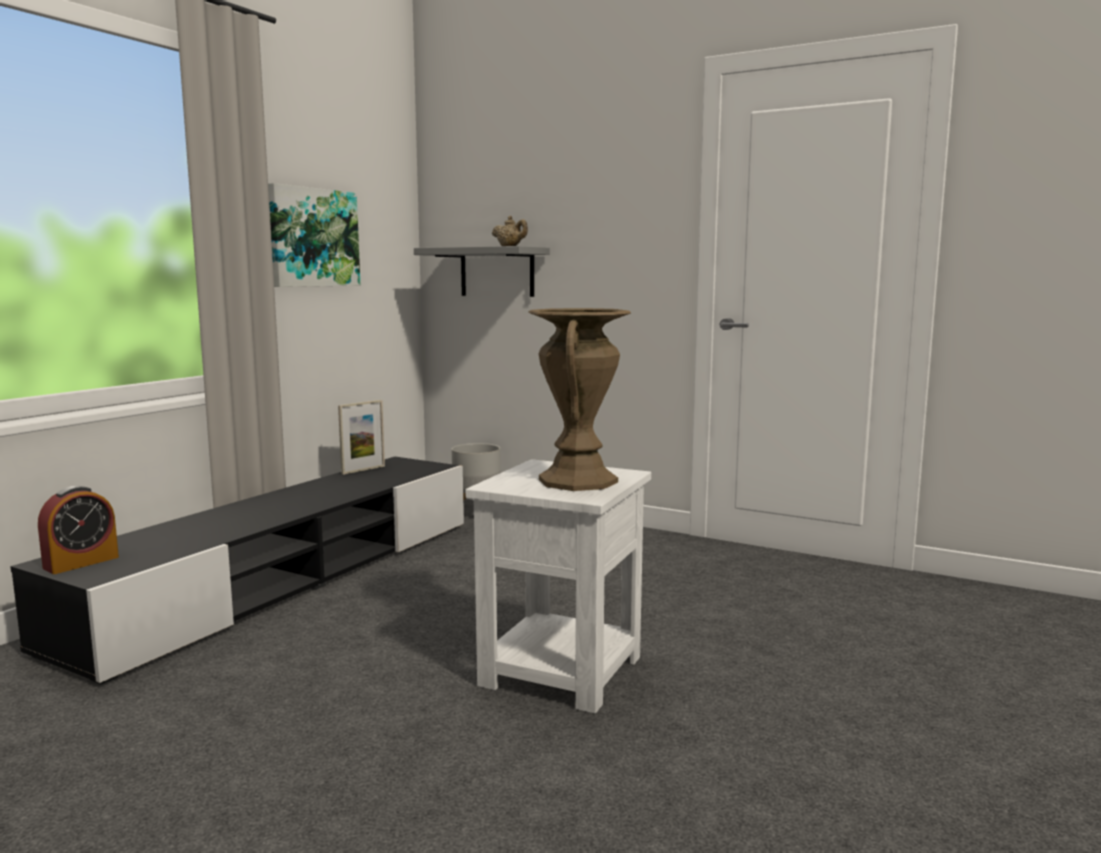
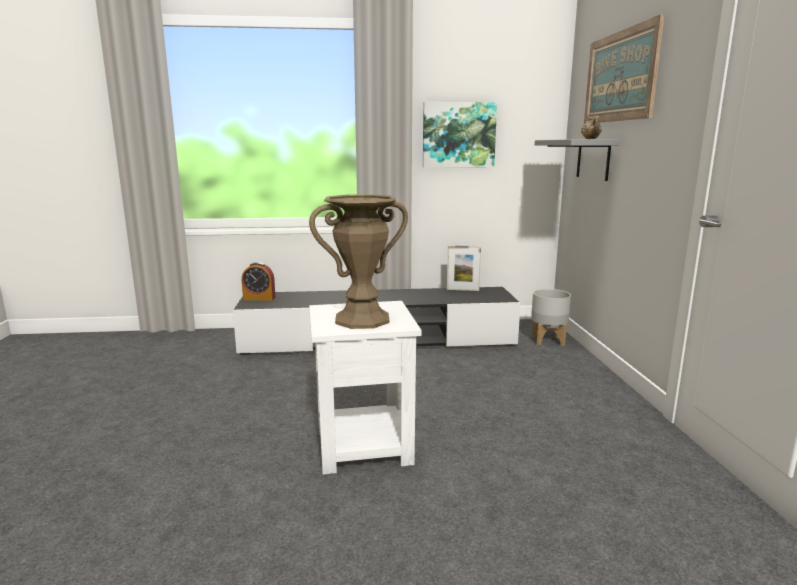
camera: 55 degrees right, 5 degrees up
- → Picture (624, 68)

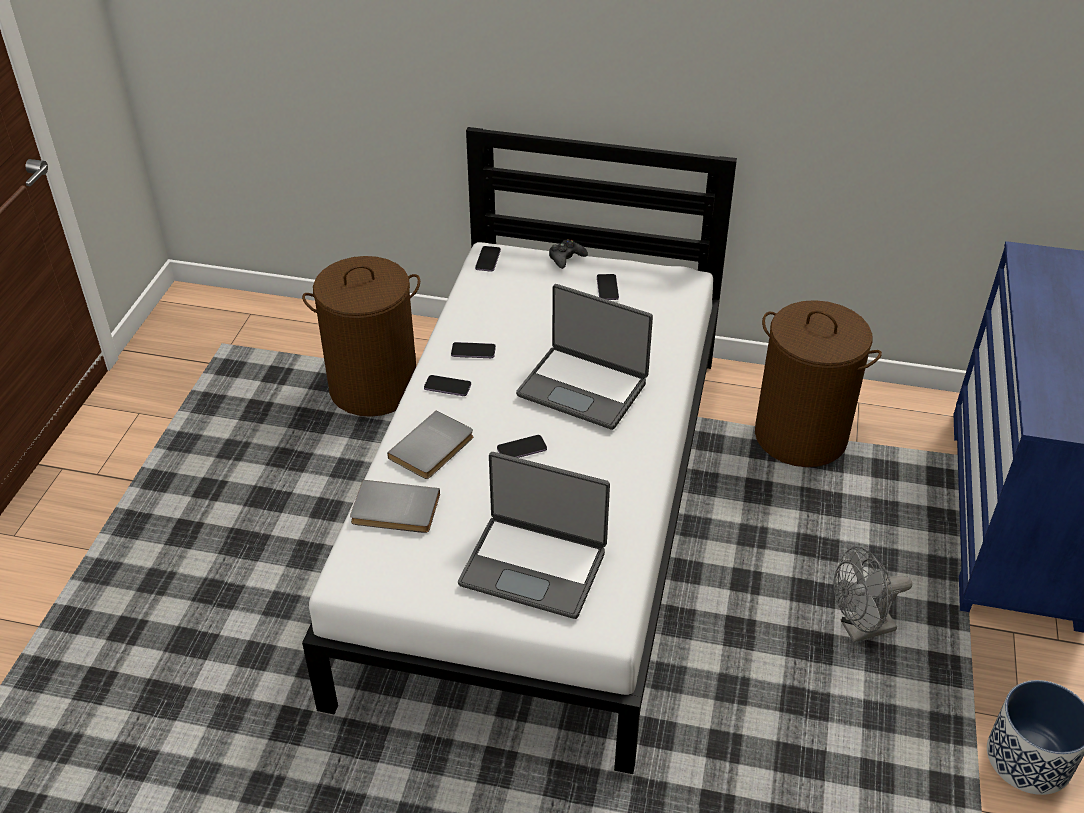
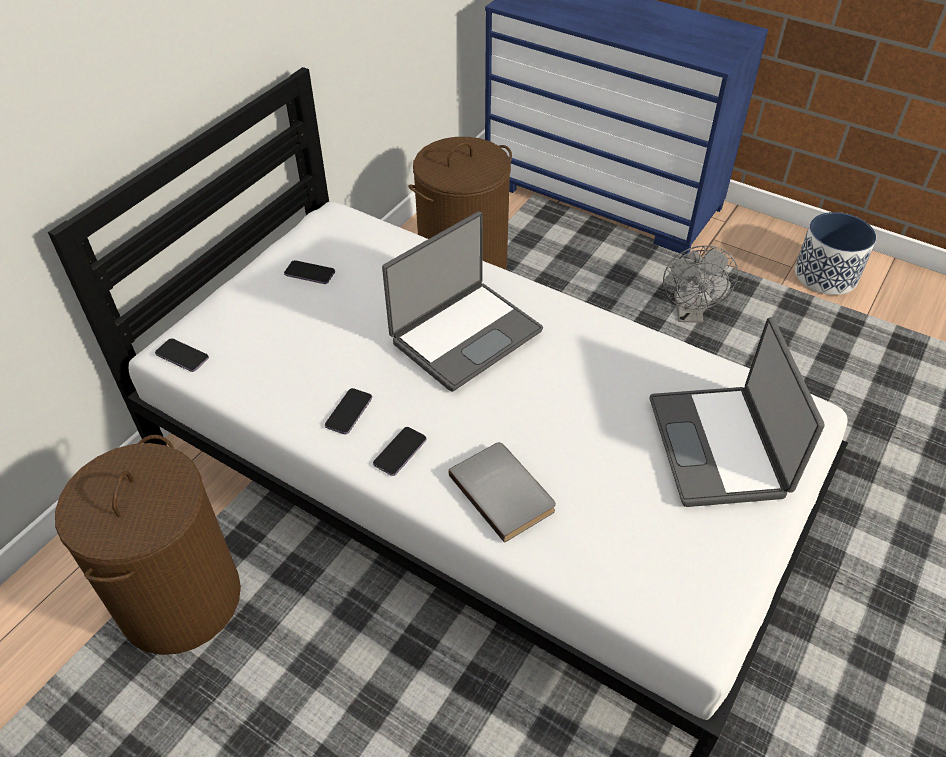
camera: 70 degrees left, 5 degrees up
Laptop (534, 535) → Laptop (736, 412), 135 degrees clockwise
GreyBook (395, 506) → -
Phone (522, 446) → -
BlackGameController (568, 254) → -

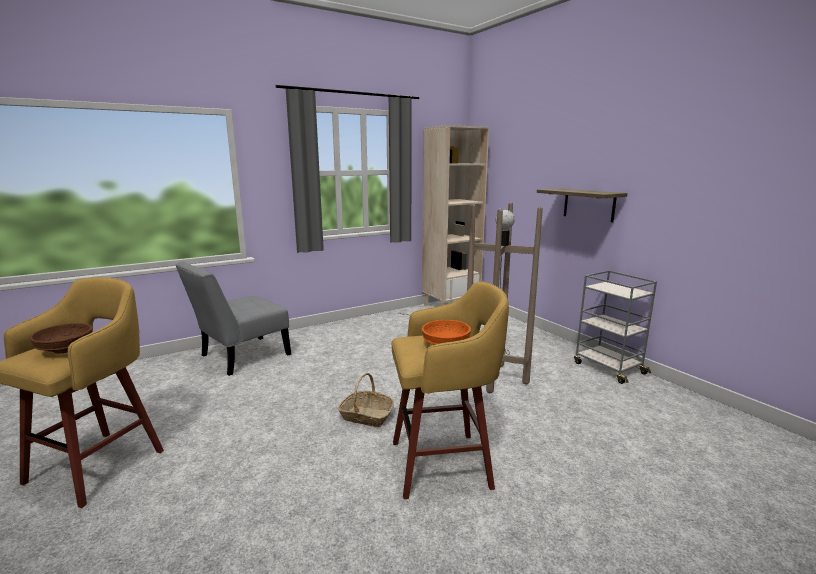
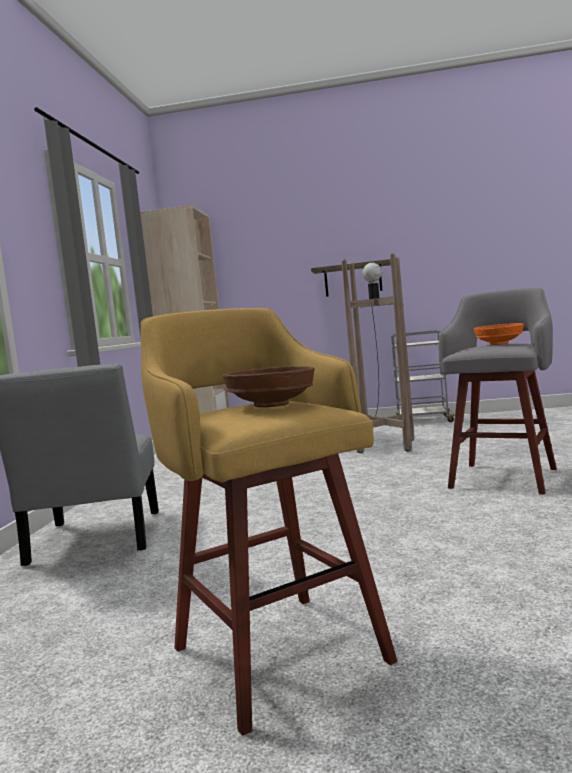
camera: 50 degrees left, 10 degrees down
YellowStool (450, 390) → GreyStool (498, 391)
Basket (366, 400) → -

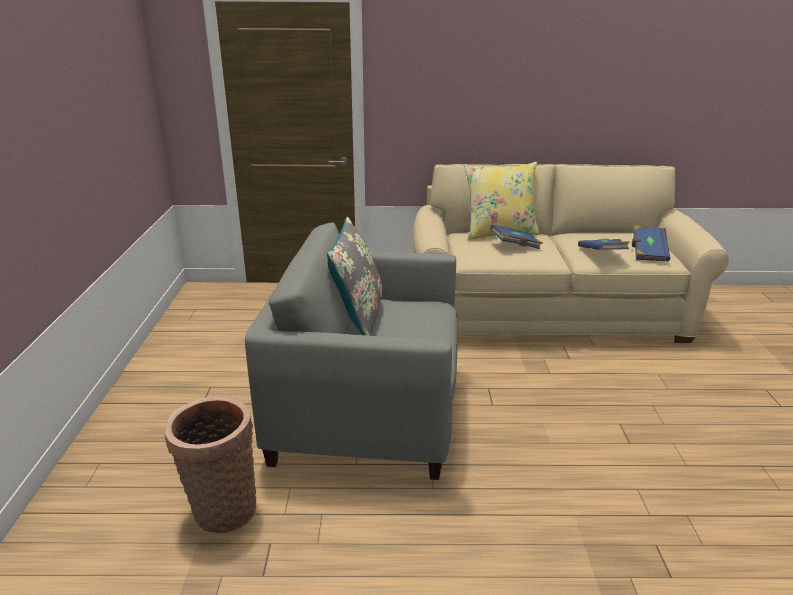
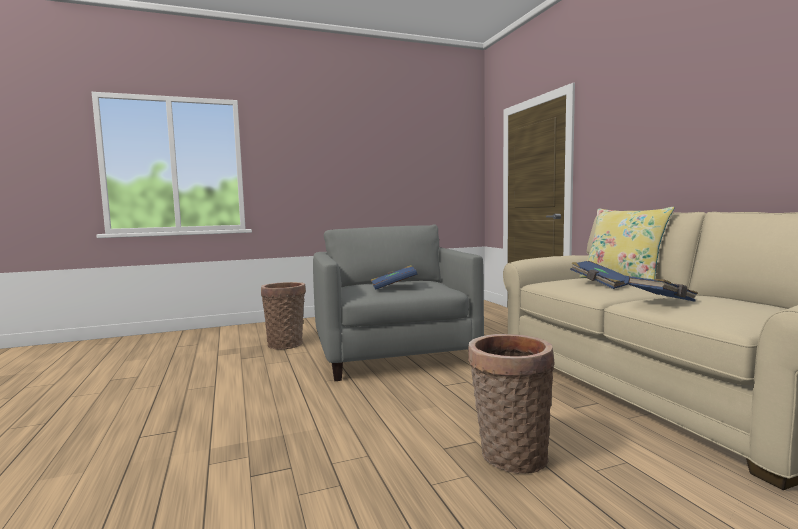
camera: 70 degrees right, 20 degrees down
BlueBook (651, 243) → BlueBook (394, 277), shifted
- → Basket (511, 404)
GreyPillow (354, 276) → -

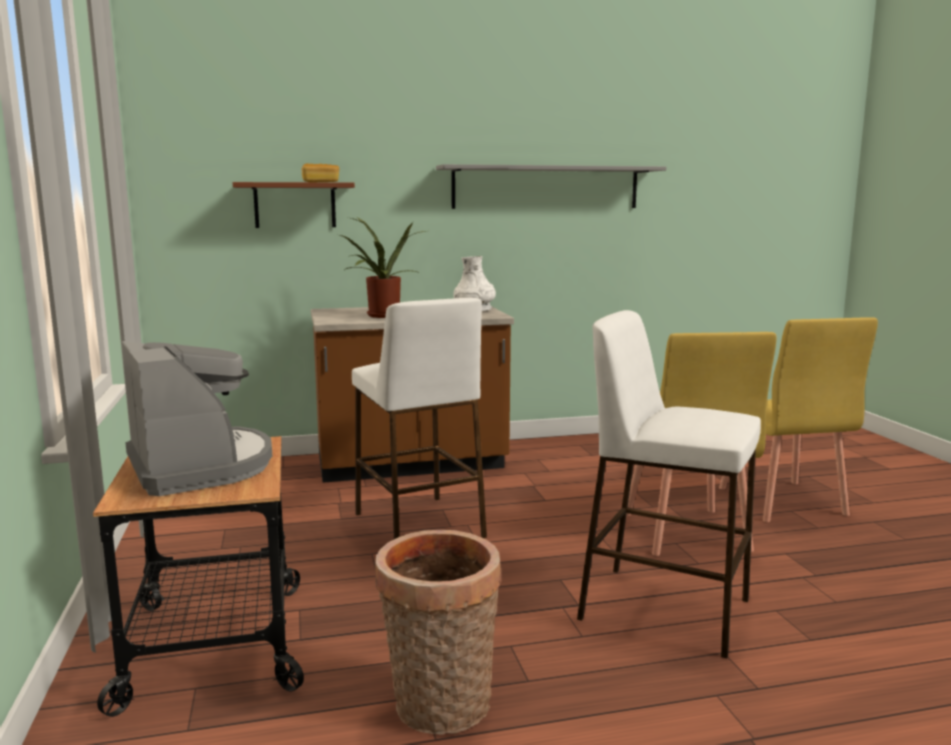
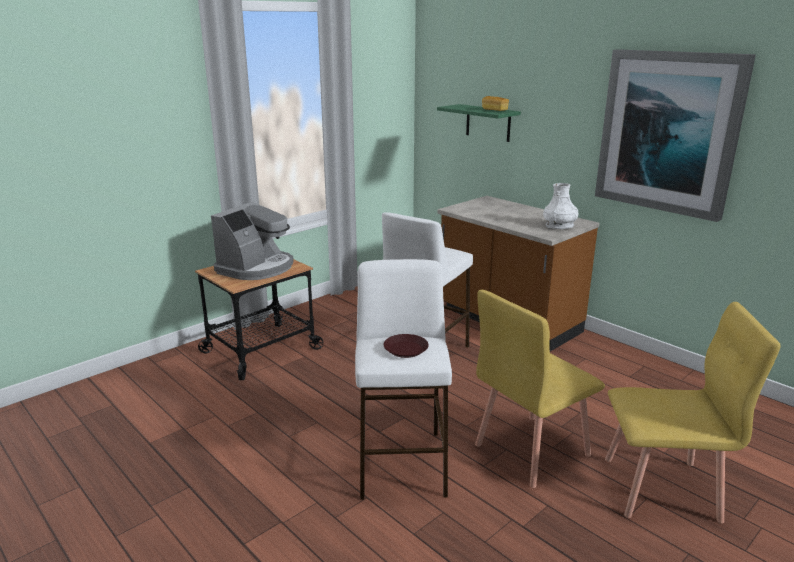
camera: 60 degrees right, 10 degrees up
- → BrownPlate (406, 346)
BrownShelf (294, 205) → GreenShelf (479, 123)
GreyShelf (551, 186) → Picture (675, 135)
YellowChair (798, 419) → YellowChair (693, 412), 135 degrees counterclockwise
PottedPlant (382, 267) → -
Basket (438, 632) → -

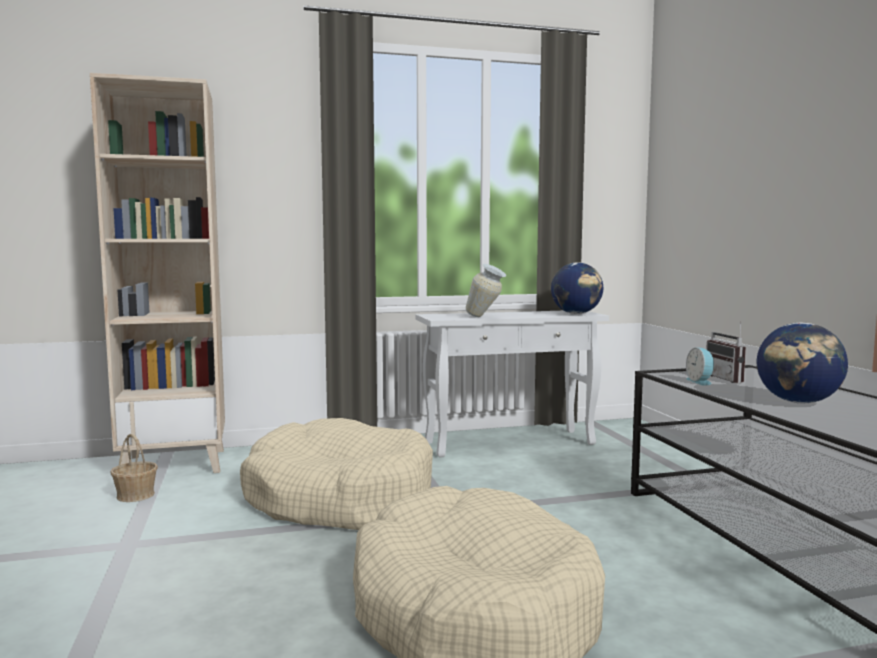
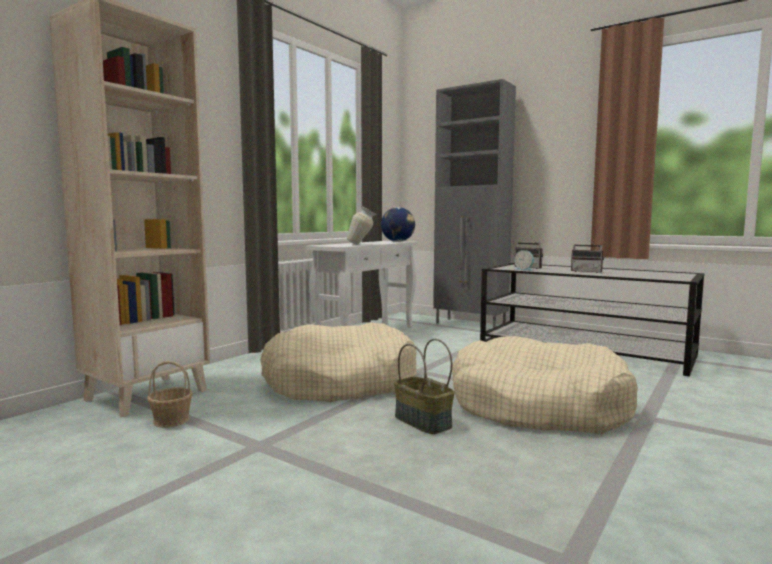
camera: 40 degrees left, 0 degrees up
- → Basket (424, 386)
- → GreyCabinet (474, 203)
Globe (802, 362) → Radio (587, 255)

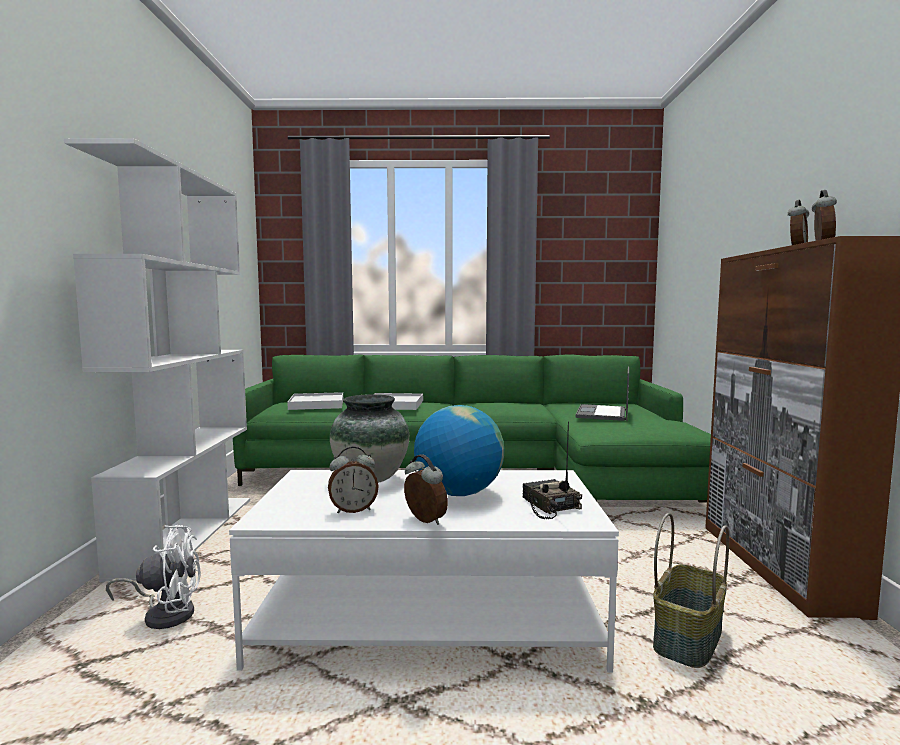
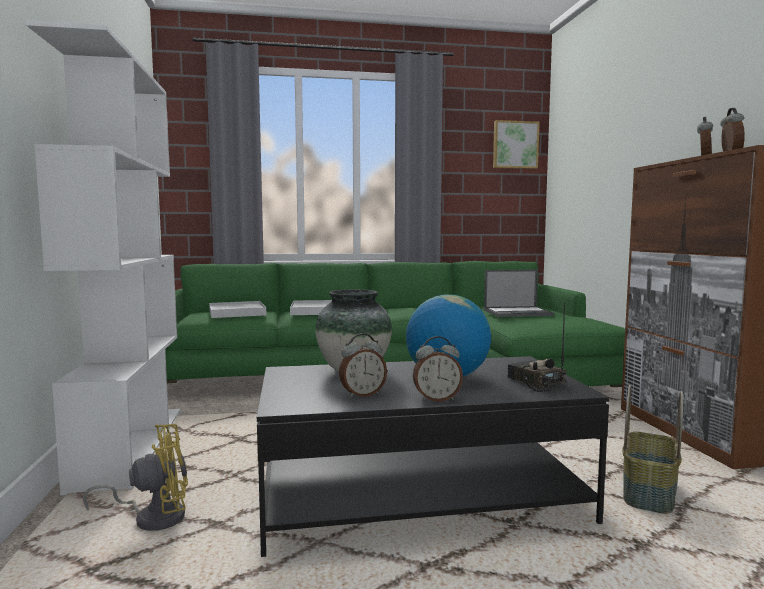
camera: 10 degrees left, 0 degrees up
WhiteFan (153, 577) → YellowFan (135, 477)
WhiteCoffeeTable (424, 571) → BlackCoffeeTable (433, 456)
AlarmClock (426, 489) → AlarmClock (438, 369), 135 degrees clockwise
Laptop (602, 394) → Laptop (519, 293), 105 degrees counterclockwise
- → Picture (516, 144)

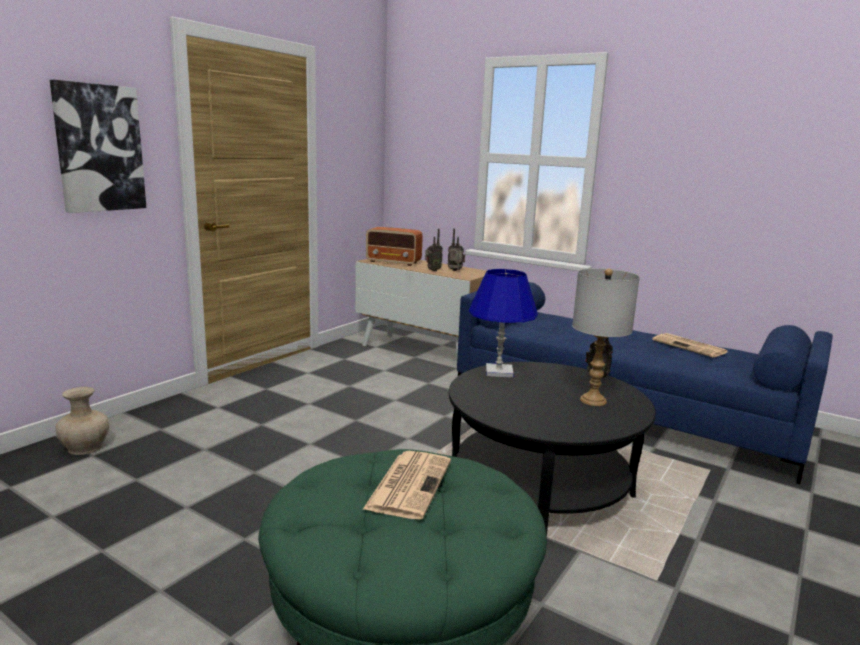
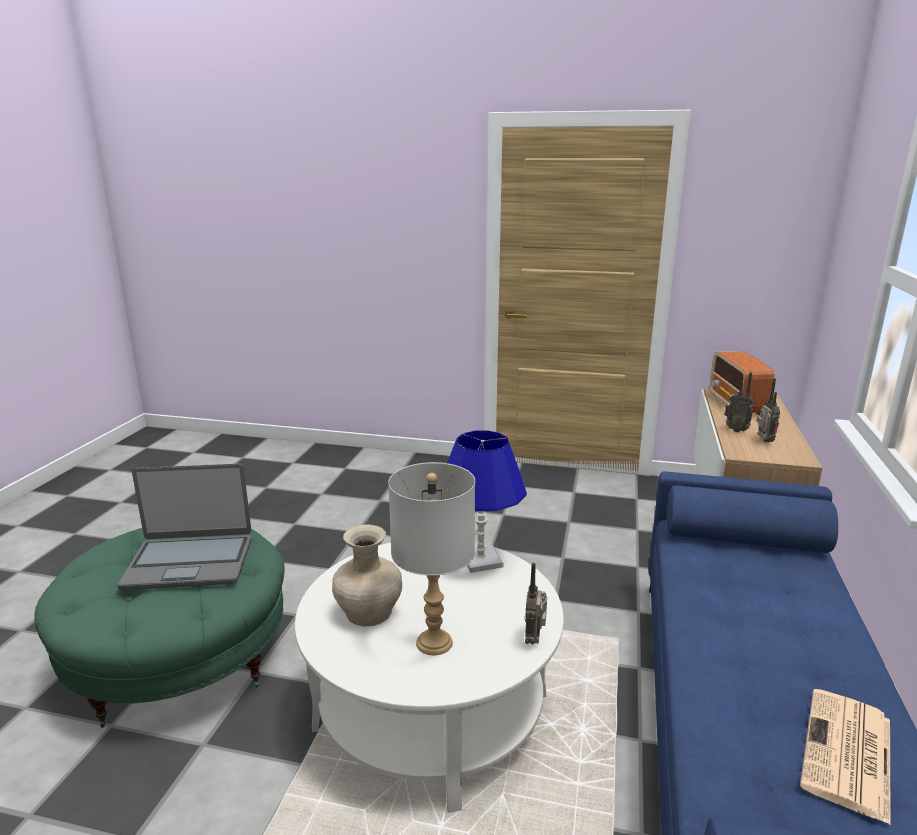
camera: 70 degrees right, 5 degrees up
Newspaper (406, 485) → Laptop (185, 527)
BlackCoffeeTable (552, 448) → WhiteCoffeeTable (429, 677)
BeigeVase (82, 421) → BeigeVase (367, 575), shifted
Picture (98, 146) → -

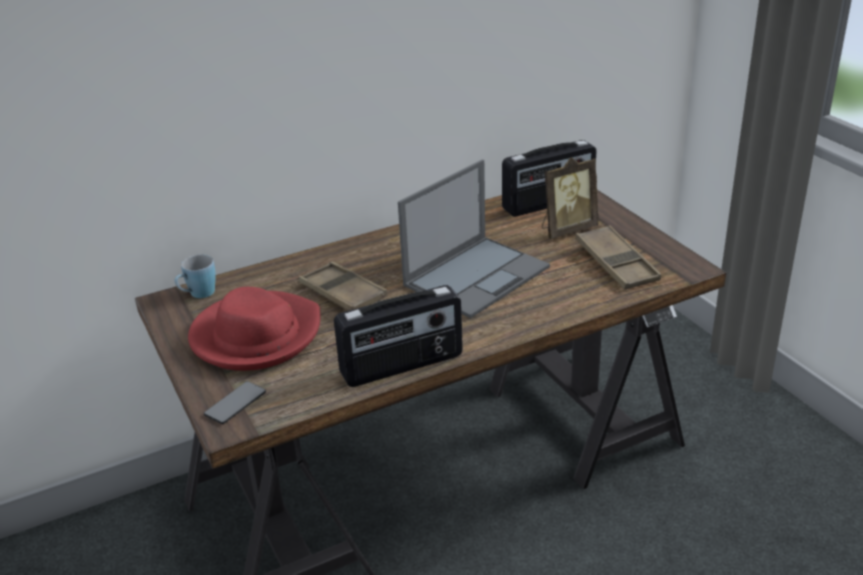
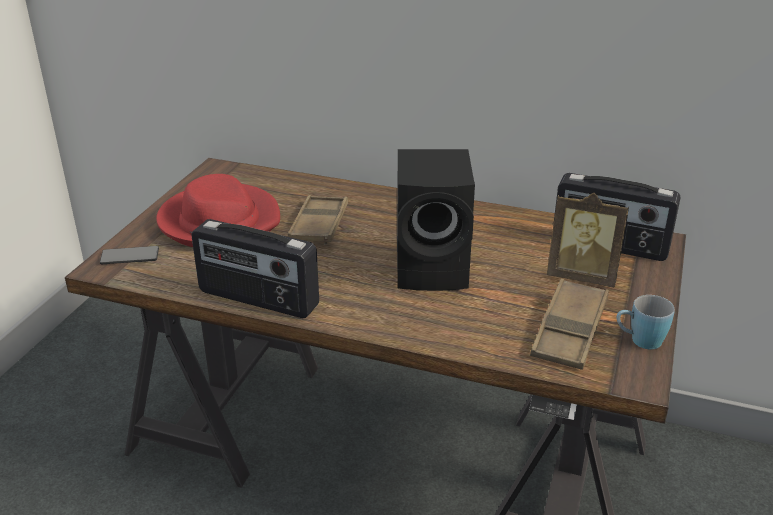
camera: 45 degrees right, 0 degrees up
Laptop (474, 238) → BlackSpeaker (436, 220)
BlueMug (195, 276) → BlueMug (646, 322), shifted

